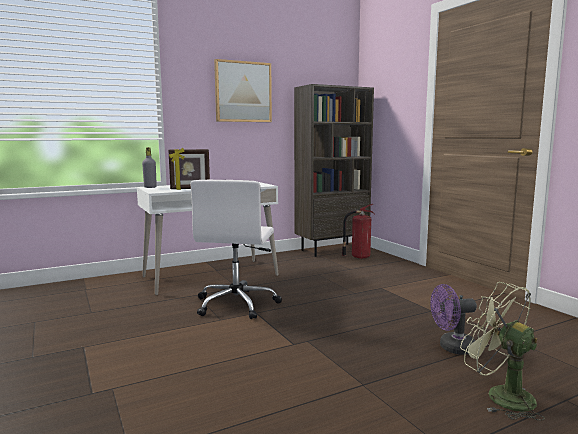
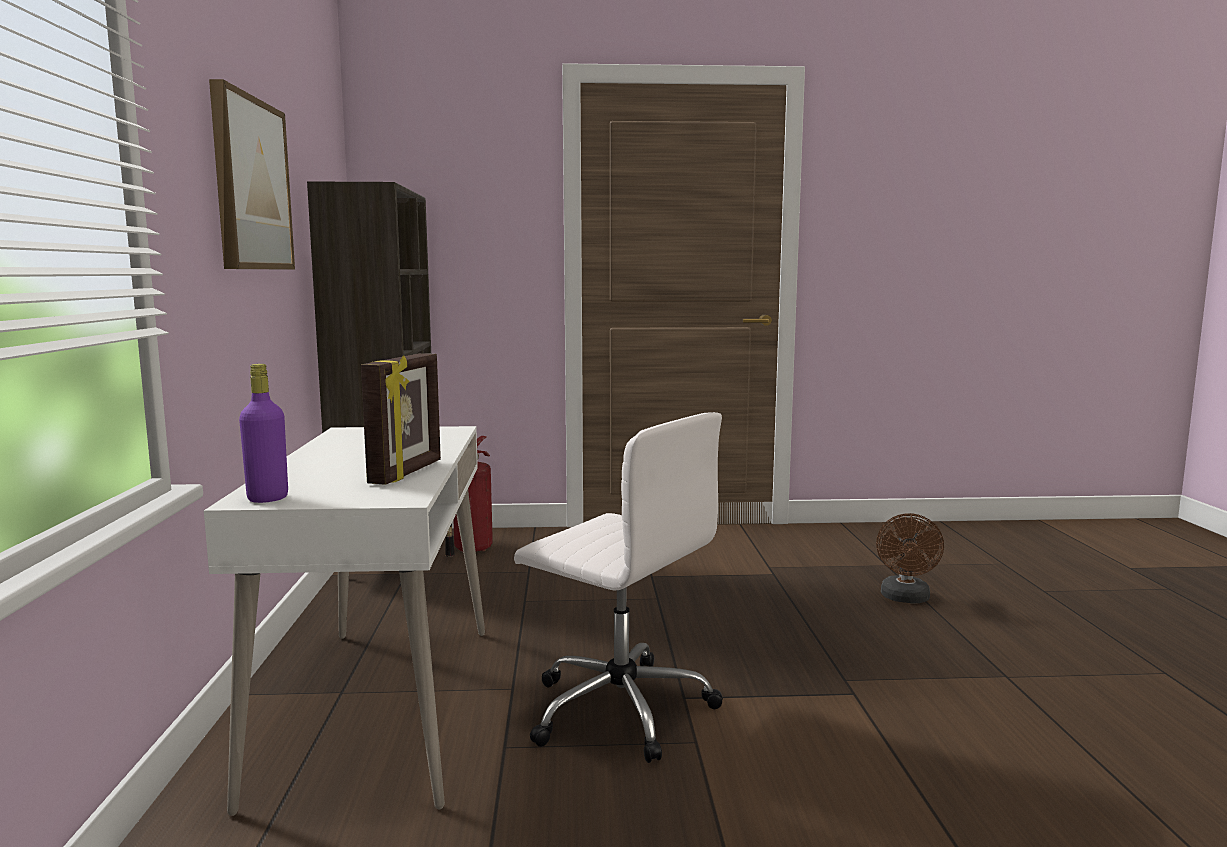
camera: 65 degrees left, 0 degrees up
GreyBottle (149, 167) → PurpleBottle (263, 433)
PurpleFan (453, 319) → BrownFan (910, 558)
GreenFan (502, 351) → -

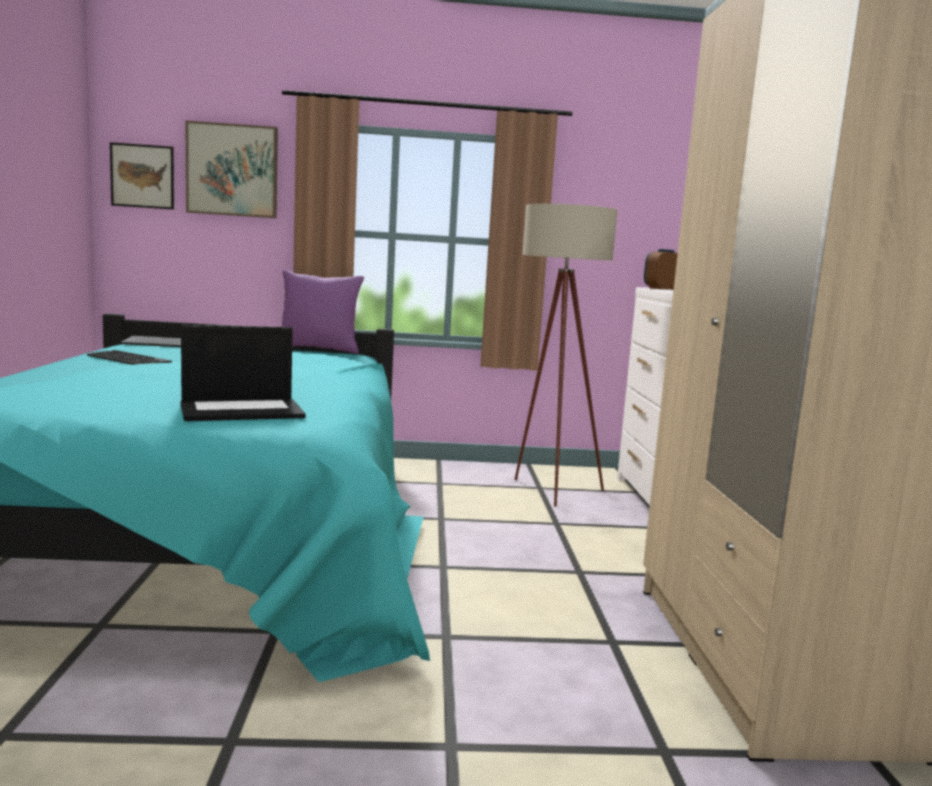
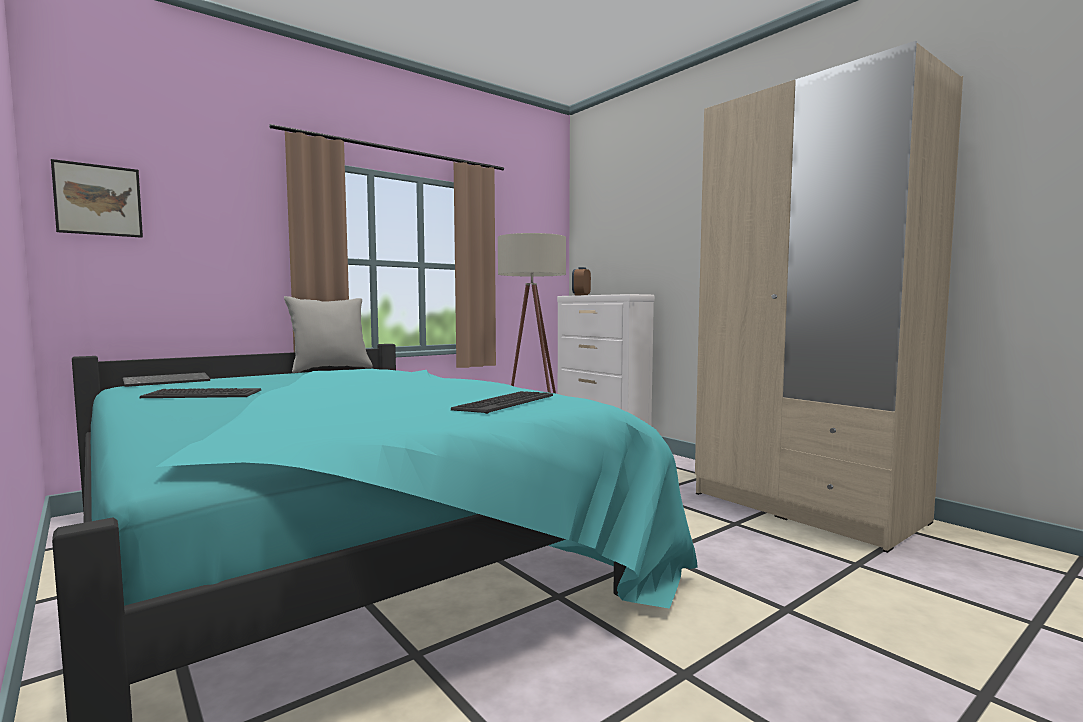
camera: 35 degrees left, 5 degrees down
PurplePillow (323, 312) → GreyPillow (328, 334)
Laptop (243, 373) → Keyboard (502, 402)
Picture (232, 169) → -

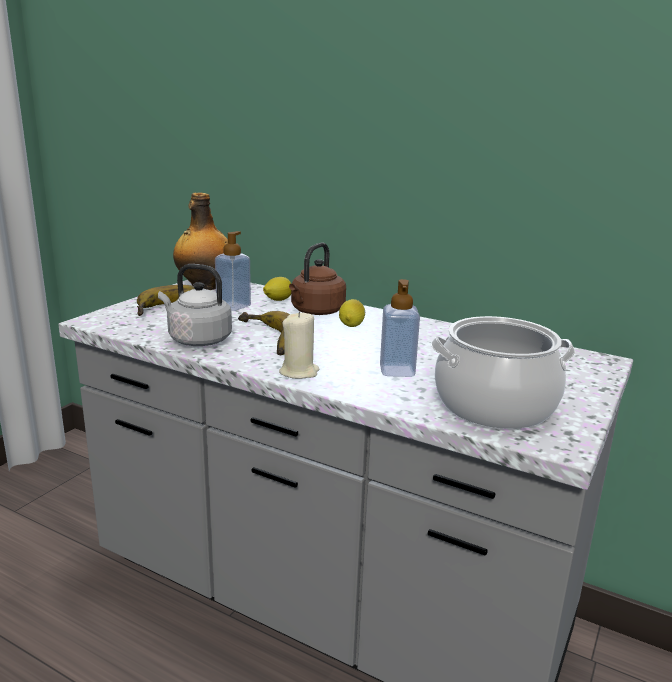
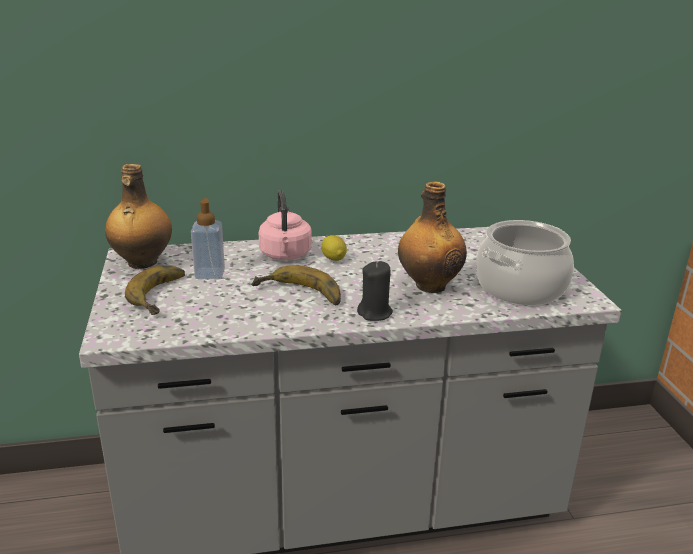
camera: 40 degrees left, 5 degrees up
BrownKettle (317, 279) → PinkKettle (285, 225)
BeigeCandle (299, 345) → BlackCandle (375, 291)
SoapDispenser (400, 328) → Bottle (432, 237)
GreyKettle (195, 305) → -
Lemon (277, 289) → -

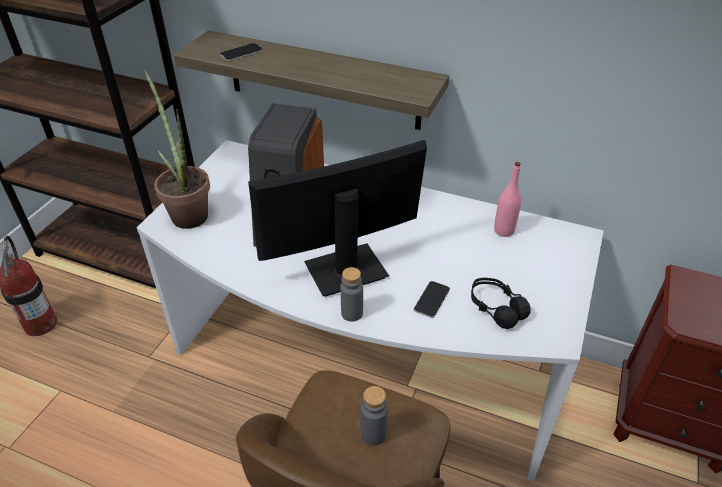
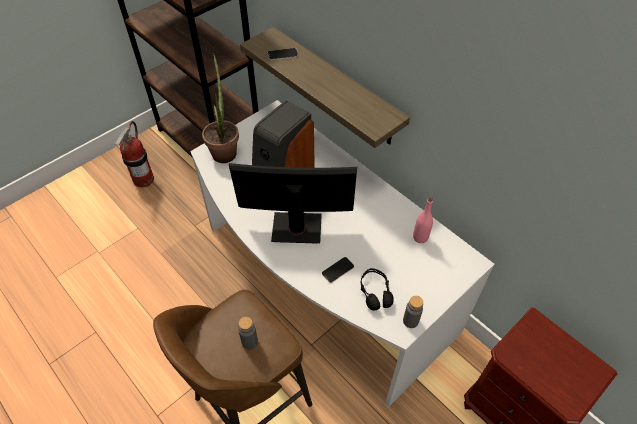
camera: 25 degrees right, 10 degrees up
GreyBottle (351, 294) → GreyBottle (413, 312), shifted

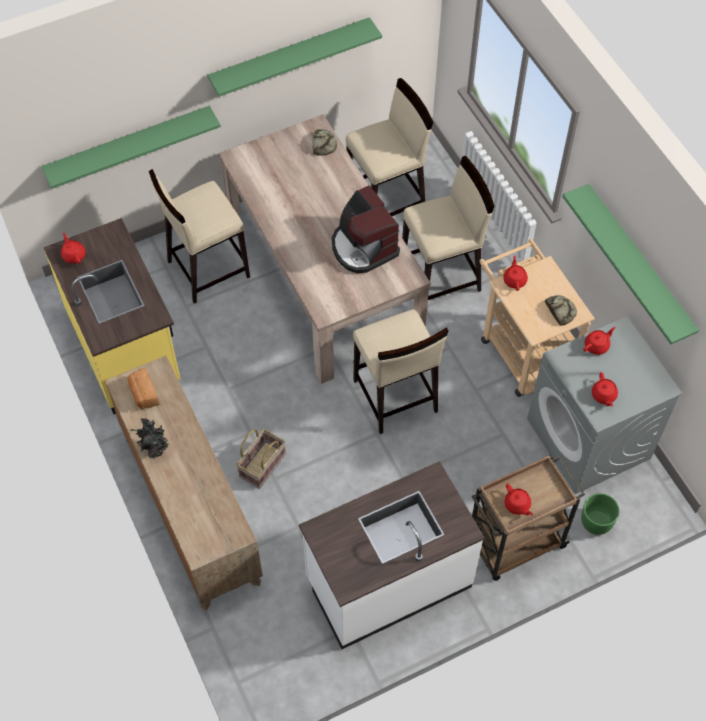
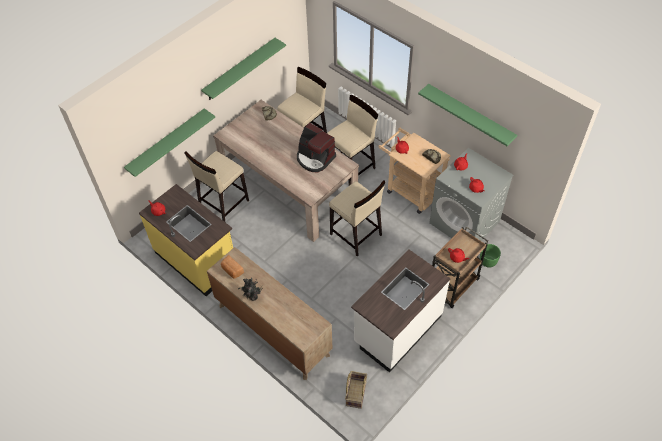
camera: 20 degrees left, 5 degrees down
Basket (261, 459) → Basket (356, 390), shifted

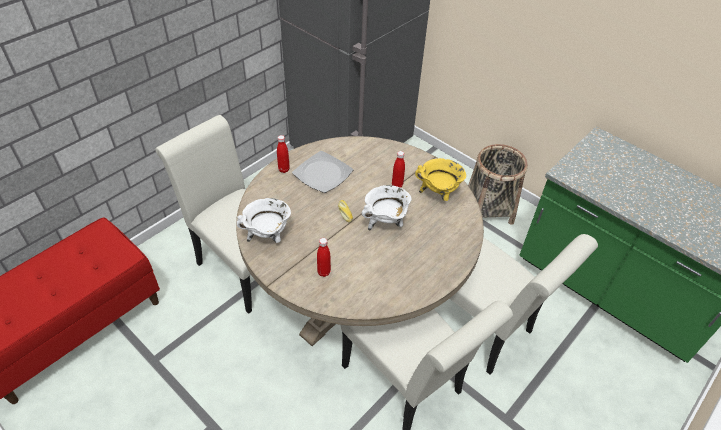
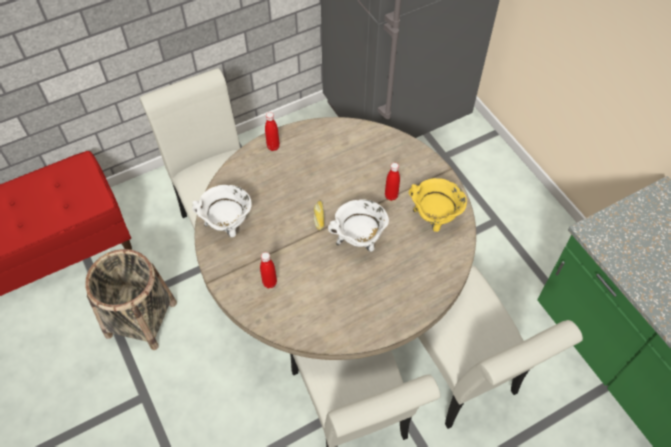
camera: 20 degrees right, 10 degrees up
Basket (498, 184) → Basket (131, 299), shifted
Plate (322, 172) → -

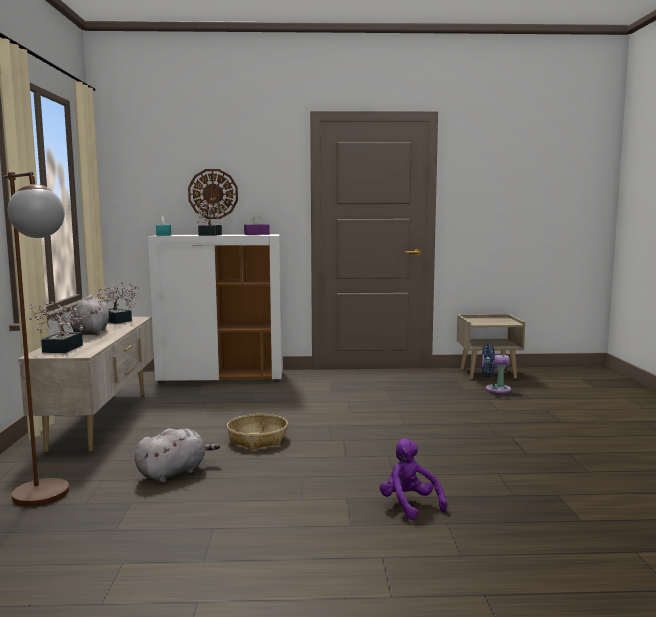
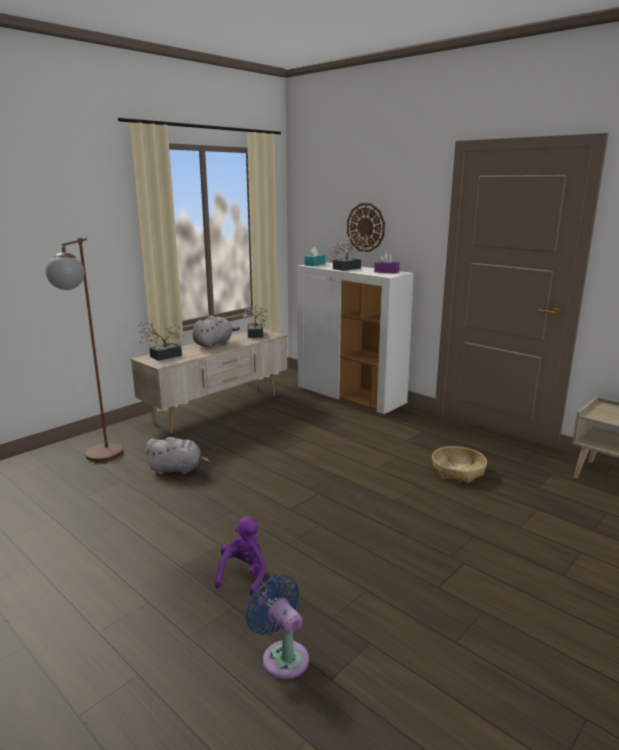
camera: 45 degrees right, 10 degrees up
BlueFan (496, 368) → BlueFan (277, 627), shifted
Basket (257, 432) → Basket (459, 464), shifted

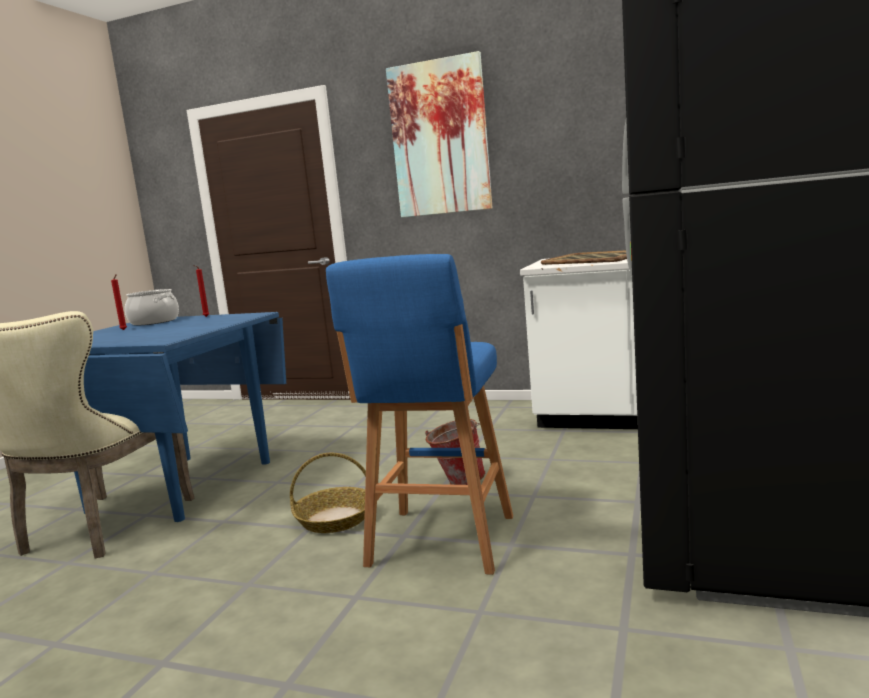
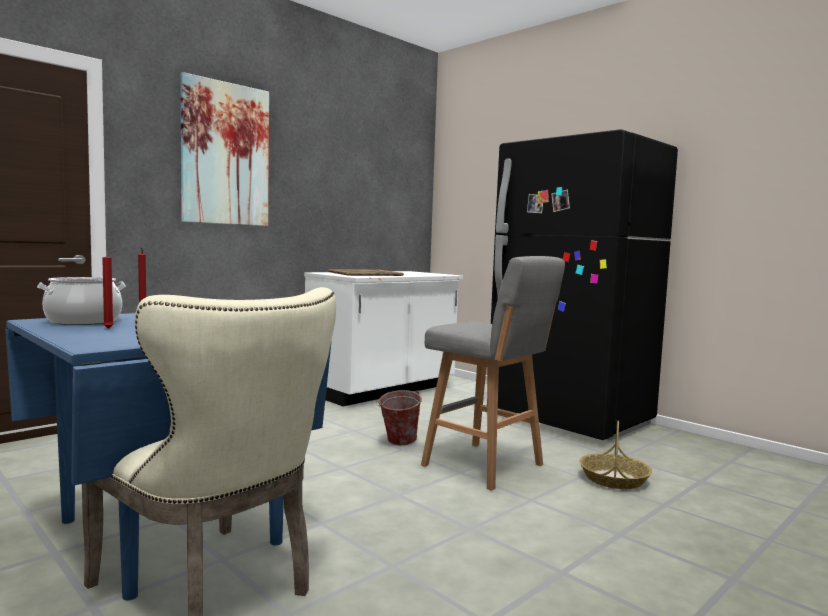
camera: 65 degrees left, 5 degrees down
BlueStool (419, 414) → GreyStool (493, 373)
Basket (328, 493) → Basket (616, 455), shifted

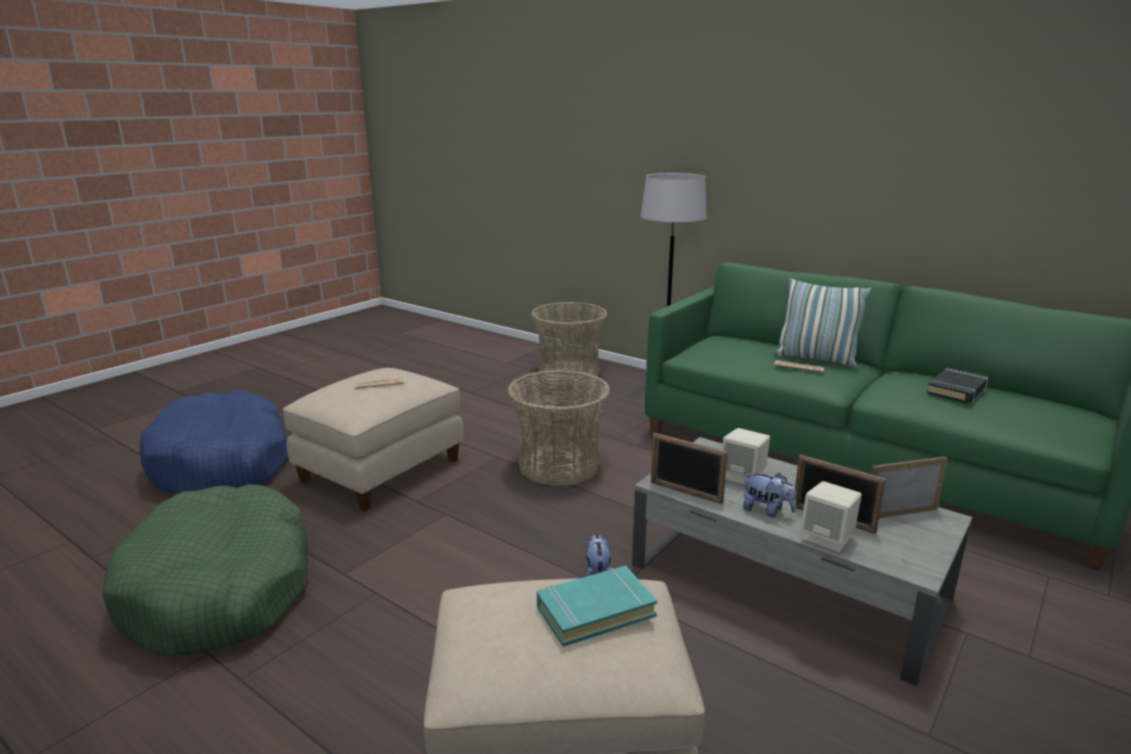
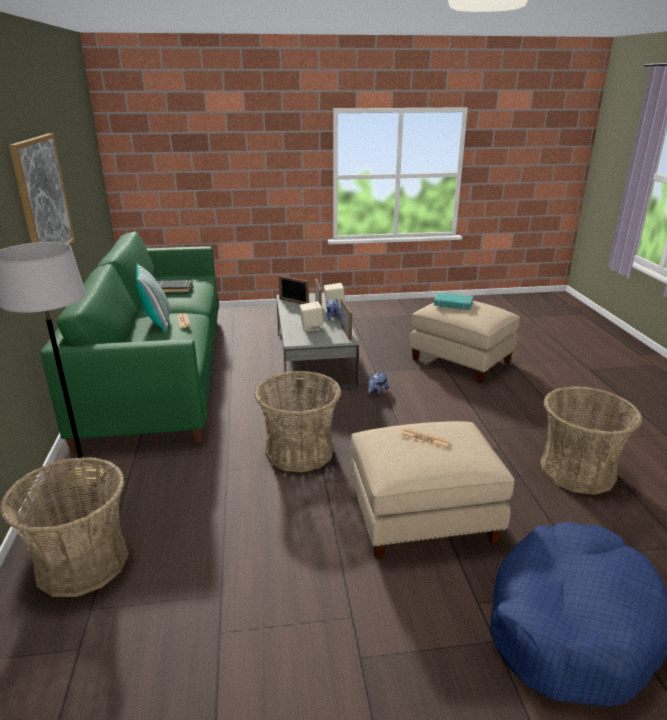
camera: 135 degrees left, 5 degrees up
- → Picture (42, 189)
GreenDogBed (205, 570) → Basket (591, 440)

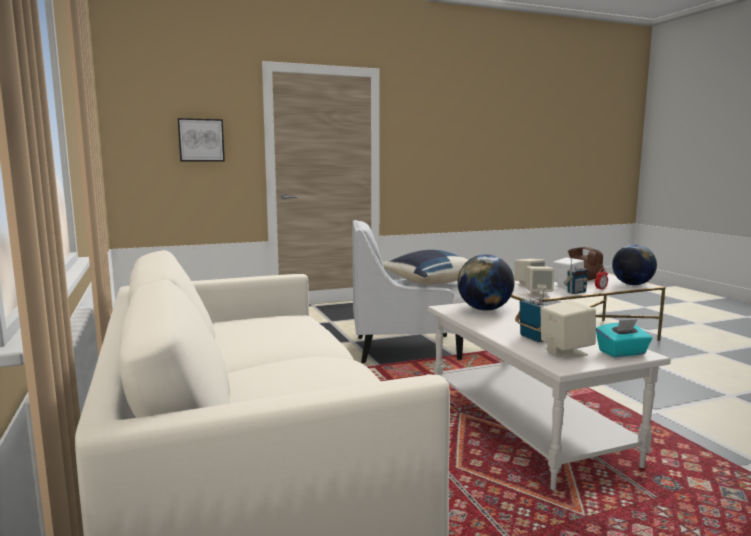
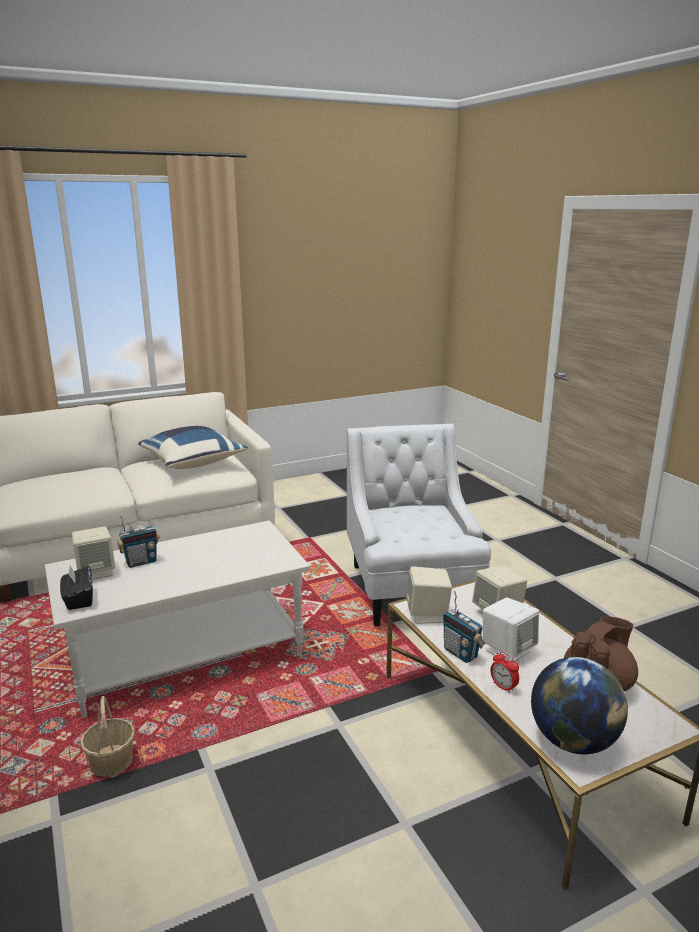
camera: 85 degrees right, 10 degrees up
TurquoiseTissueBox (624, 338) → BlackTissueBox (76, 588)
- → Basket (107, 737)
BluePillow (425, 267) → BluePillow (193, 447), shifted
Picture (201, 139) → -
Globe (486, 282) → -

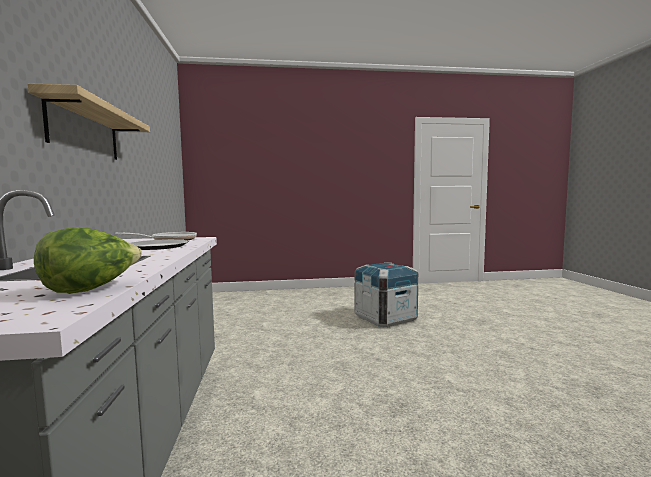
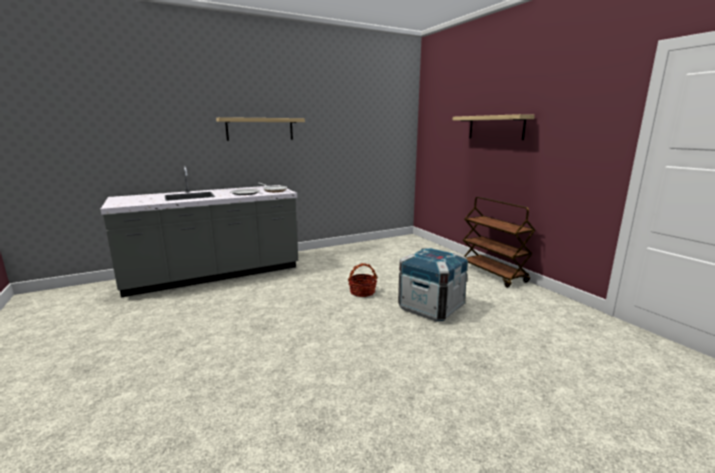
camera: 70 degrees right, 10 degrees up
- → Basket (363, 280)
- → Shelf (494, 127)
- → BrownCart (499, 242)
Lettuce (88, 260) → -

